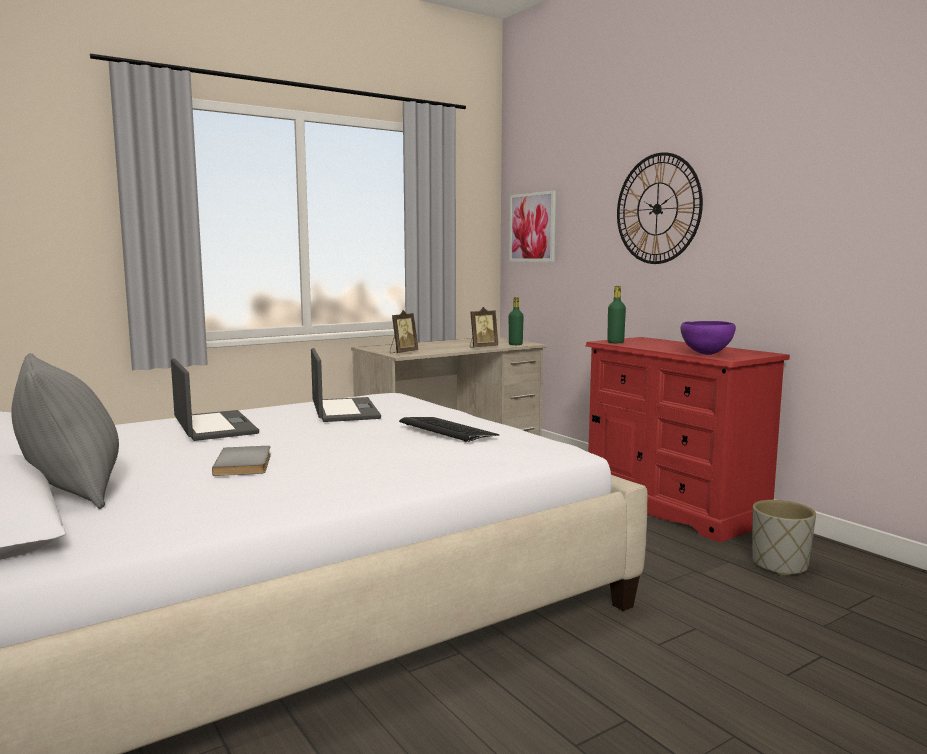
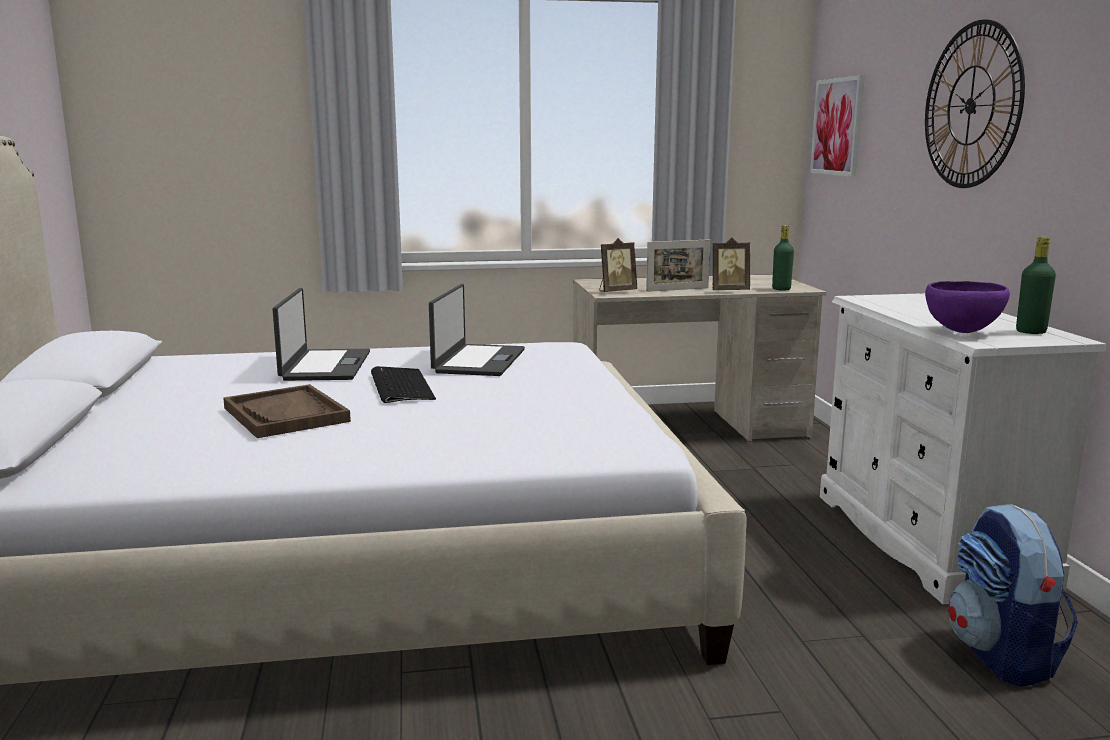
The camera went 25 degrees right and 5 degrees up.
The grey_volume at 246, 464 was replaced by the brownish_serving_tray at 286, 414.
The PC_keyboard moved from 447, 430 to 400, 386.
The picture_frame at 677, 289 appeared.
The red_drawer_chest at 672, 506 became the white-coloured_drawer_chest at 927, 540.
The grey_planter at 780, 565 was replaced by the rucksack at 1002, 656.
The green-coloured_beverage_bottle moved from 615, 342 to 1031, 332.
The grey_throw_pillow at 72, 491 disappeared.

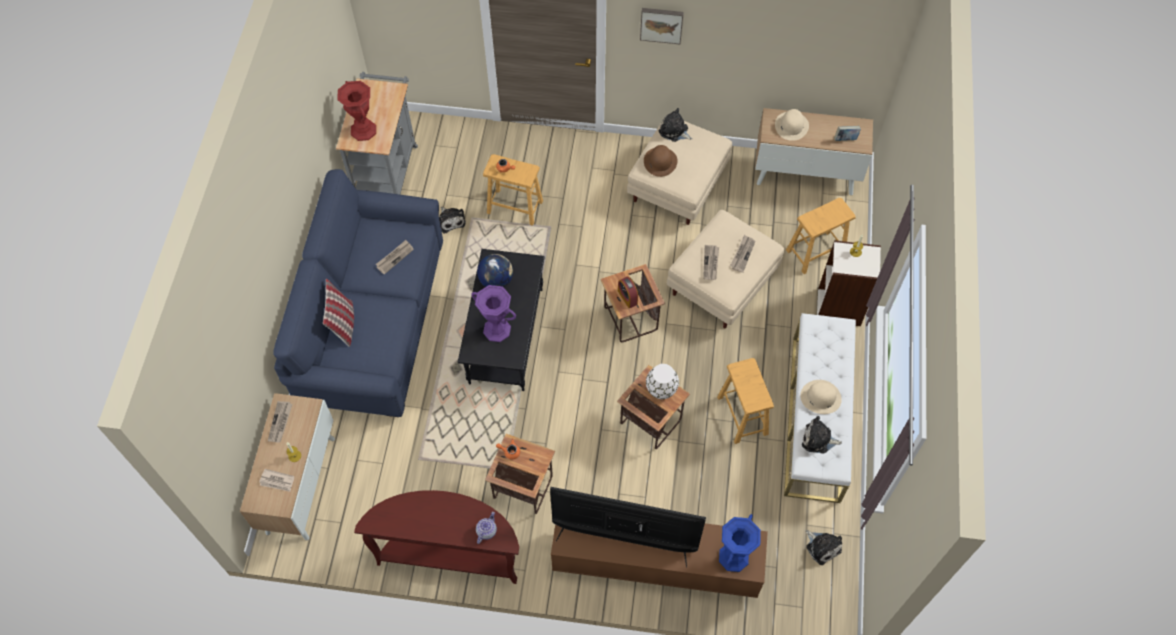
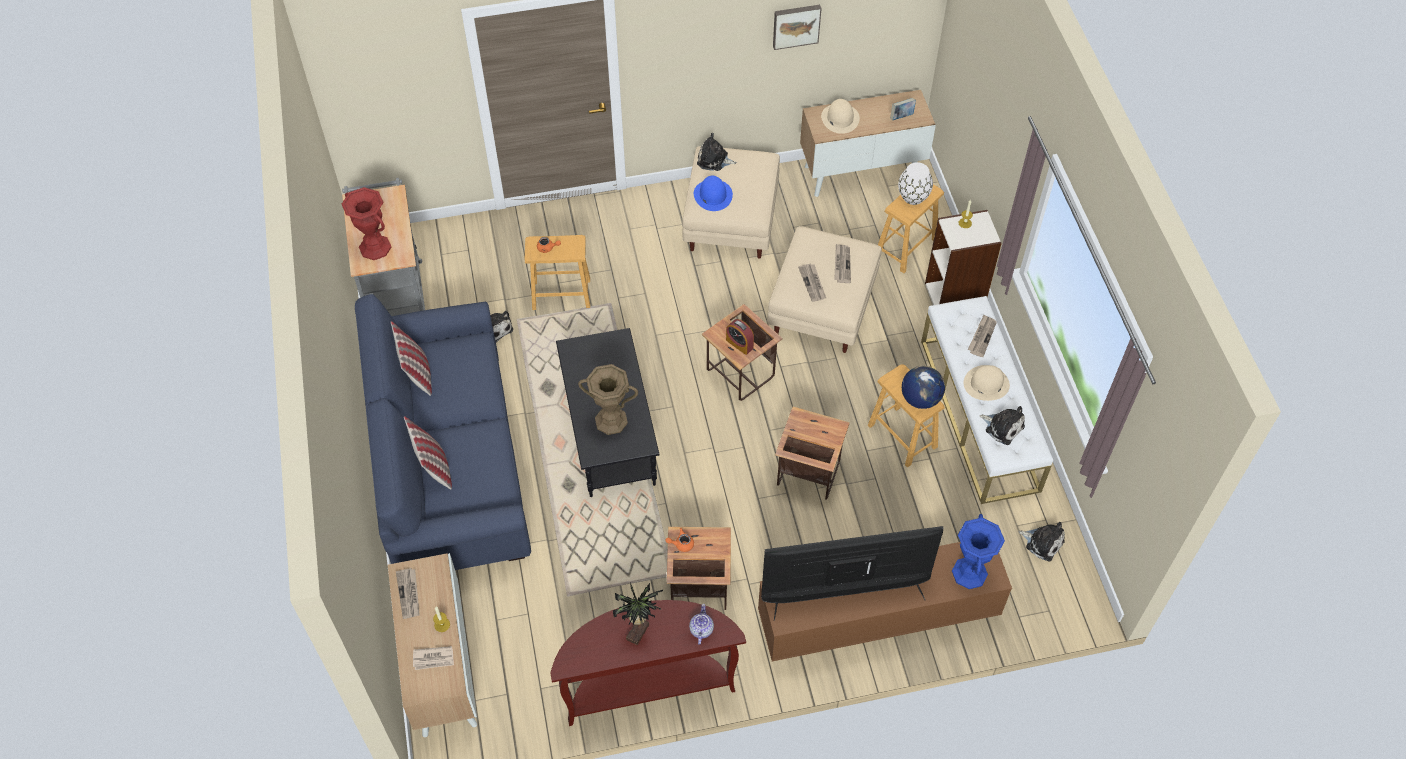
The camera went 20 degrees left and 5 degrees down.
The throw_pillow at 417, 373 appeared.
The purplish_flower_vase at 497, 330 became the brownish_flower_vase at 611, 420.
The potted_plant at 639, 632 appeared.
The brownish_hat at 660, 161 became the blue-coloured_hat at 712, 195.
The picture moved from 661, 24 to 796, 25.
The white-coloured_flower_vase moved from 661, 390 to 913, 197.
The world_globe moved from 496, 280 to 920, 398.
The daily_paper moved from 394, 257 to 982, 336.
The plush_toy at 818, 439 turned 135 degrees counterclockwise.

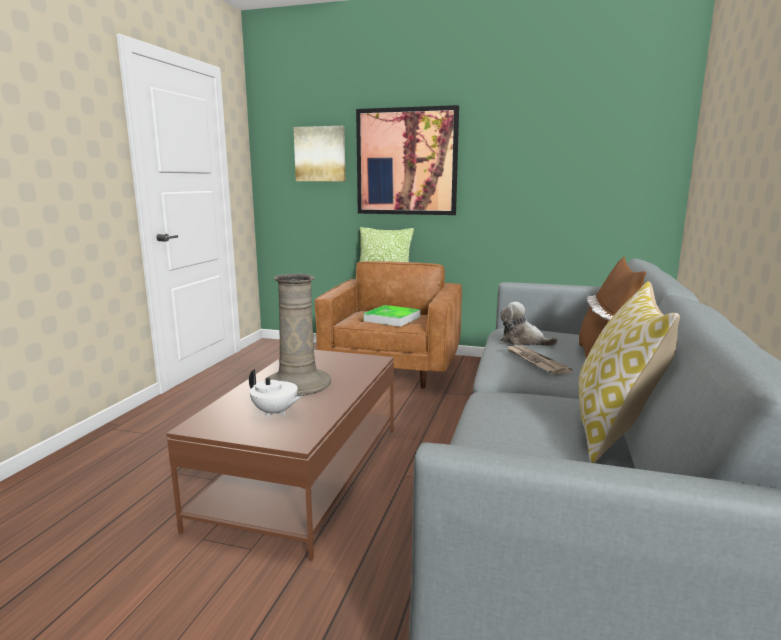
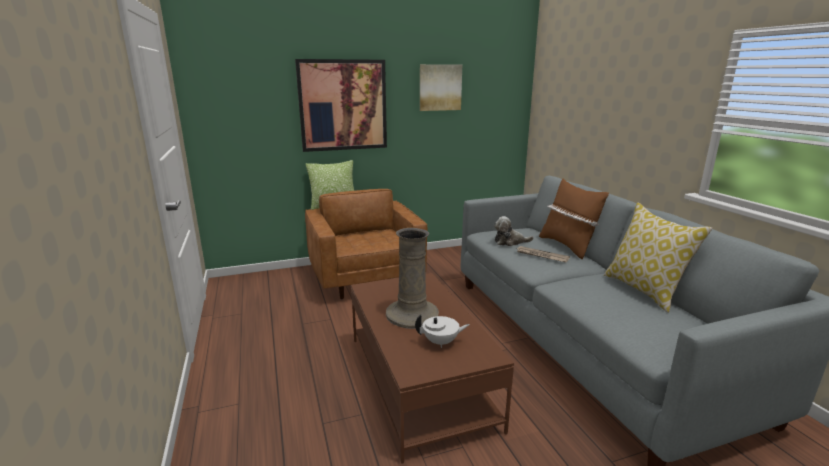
The camera went 35 degrees left and 5 degrees up.
The picture moved from 320, 154 to 440, 87.
The serving_tray at 392, 319 disappeared.

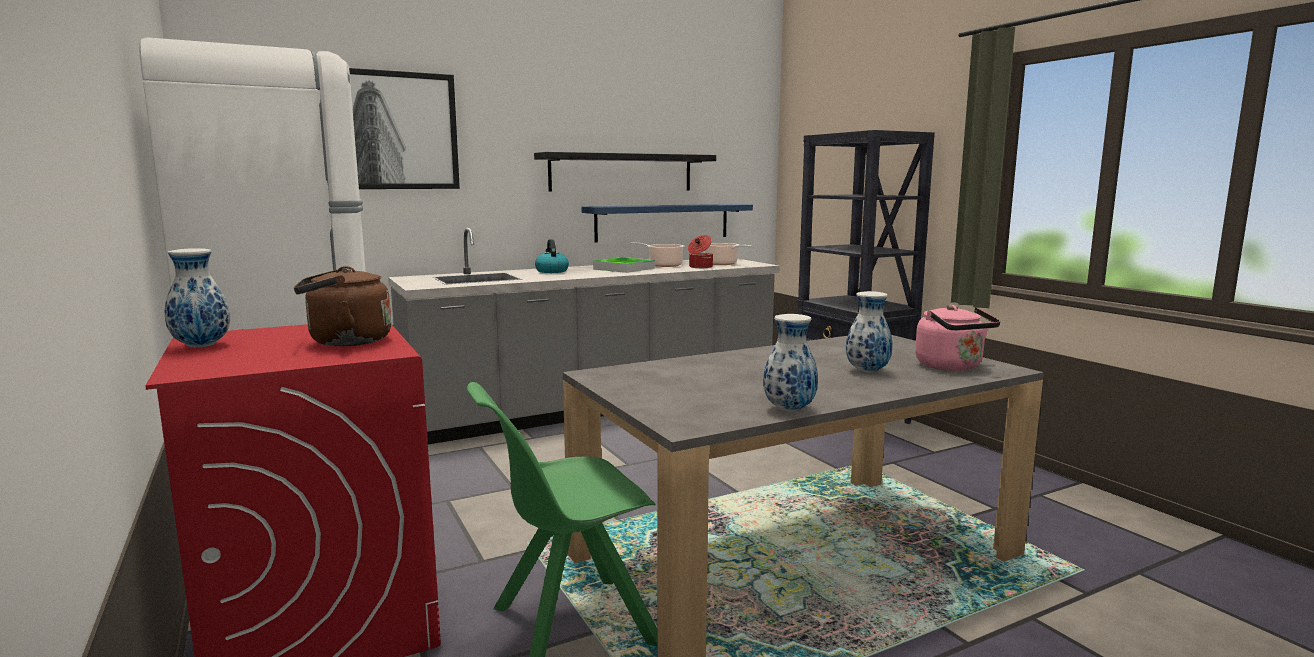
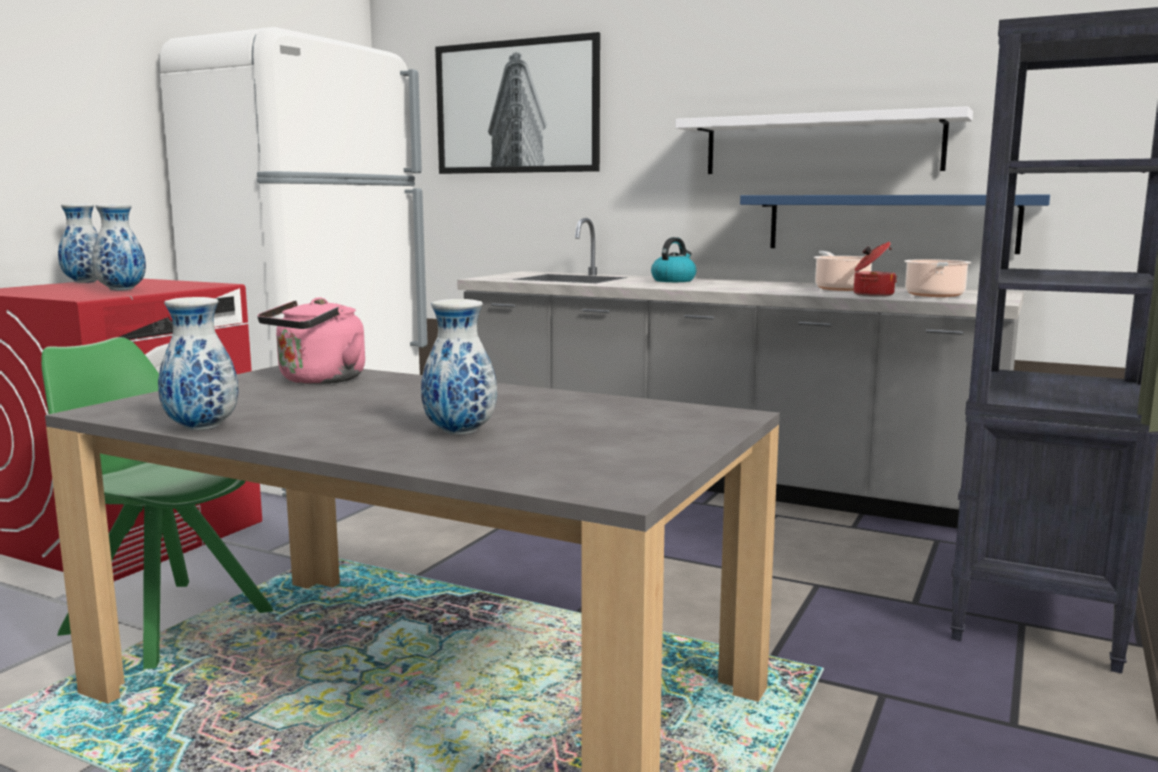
The camera went 55 degrees right and 0 degrees up.
The brownish_water_kettle at 345, 342 was replaced by the flower_vase at 121, 290.
The pink_water_kettle moved from 952, 367 to 318, 380.
The black_shelf at 622, 172 became the white-coloured_shelf at 821, 144.
The serving_tray at 624, 268 disappeared.

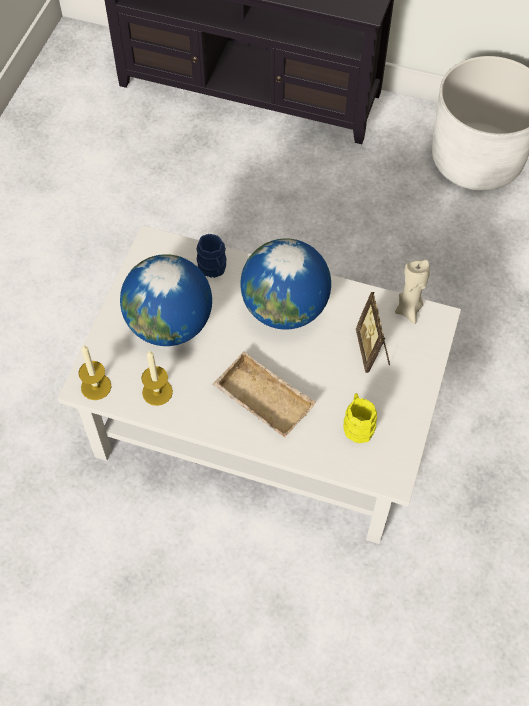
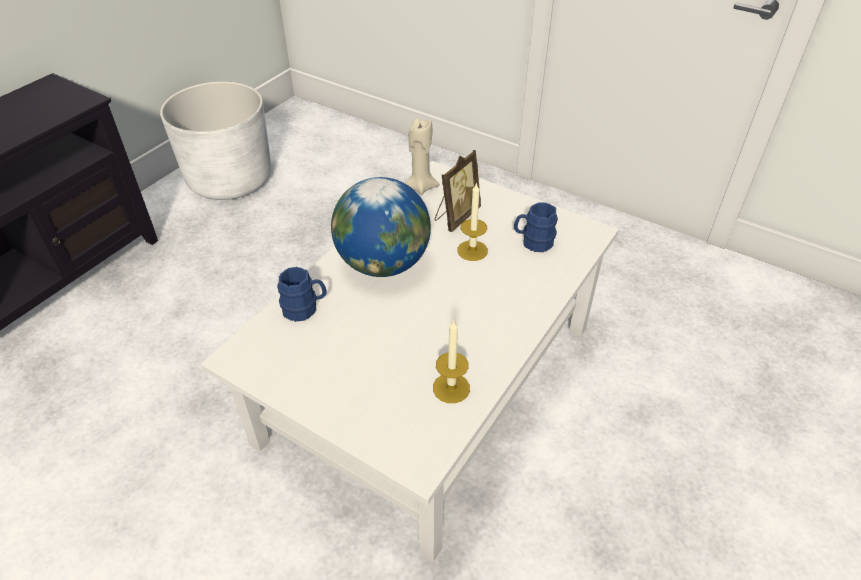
The camera went 75 degrees left and 15 degrees down.
The picture_frame at 372, 350 turned 60 degrees counterclockwise.
The wax_candle moved from 96, 386 to 472, 250.
The yellow_coffee_mug at 357, 425 became the blue-coloured_coffee_mug at 533, 242.
The world_globe at 169, 325 disappeared.
The beige-coloured_serving_tray at 261, 400 disappeared.

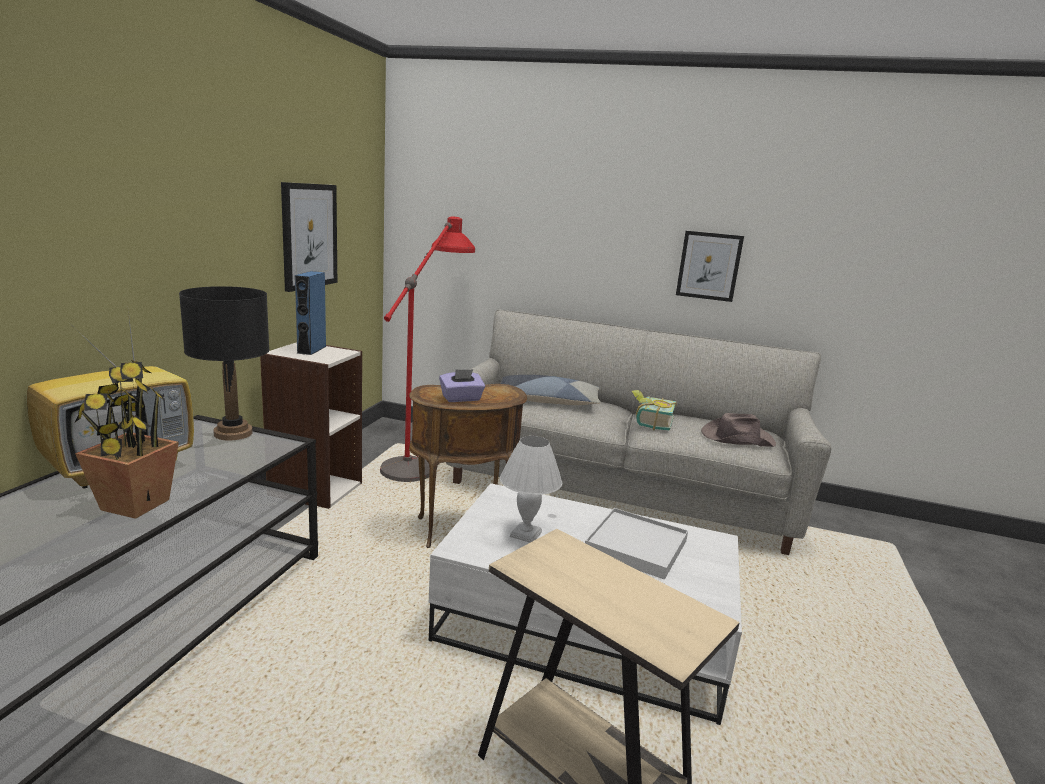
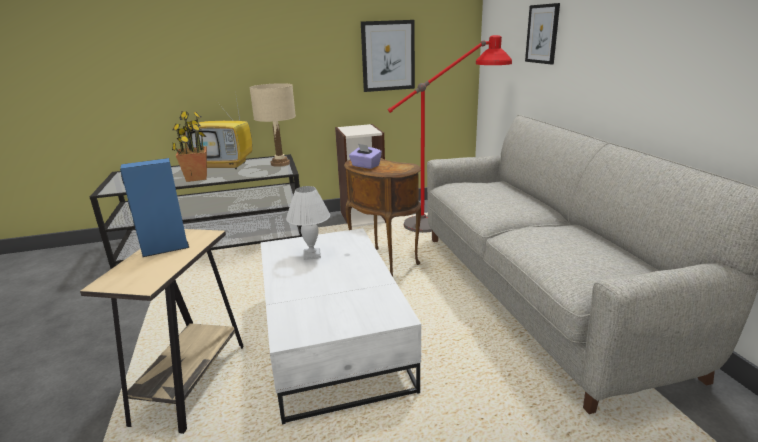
The camera went 60 degrees right and 5 degrees up.
The blue-coloured_speaker moved from 311, 350 to 165, 249.
The black_lamp_for_a_table at 233, 433 became the beige-coloured_lamp_for_a_table at 280, 163.
The picture moved from 709, 266 to 542, 34.
The throw_pillow at 547, 401 disappeared.
The white-coloured_serving_tray at 636, 546 disappeared.
The volume at 649, 422 disappeared.
The brownish_hat at 736, 438 disappeared.

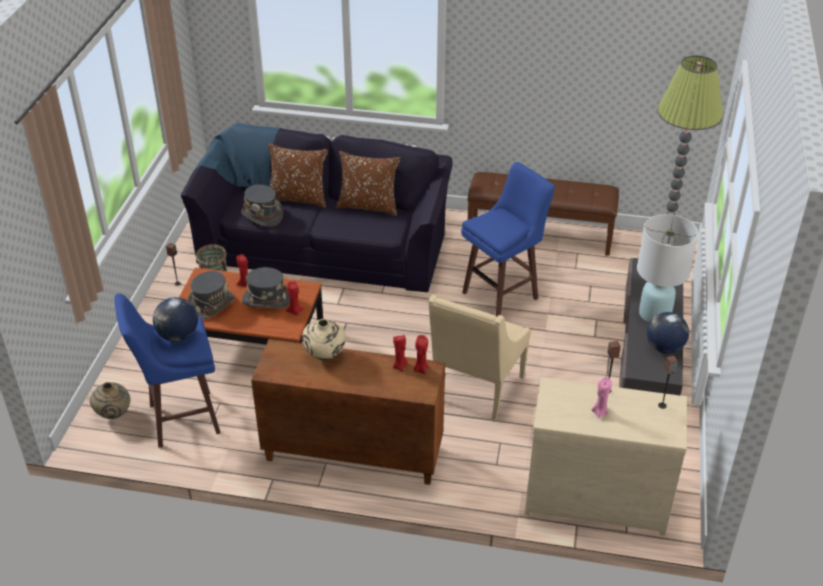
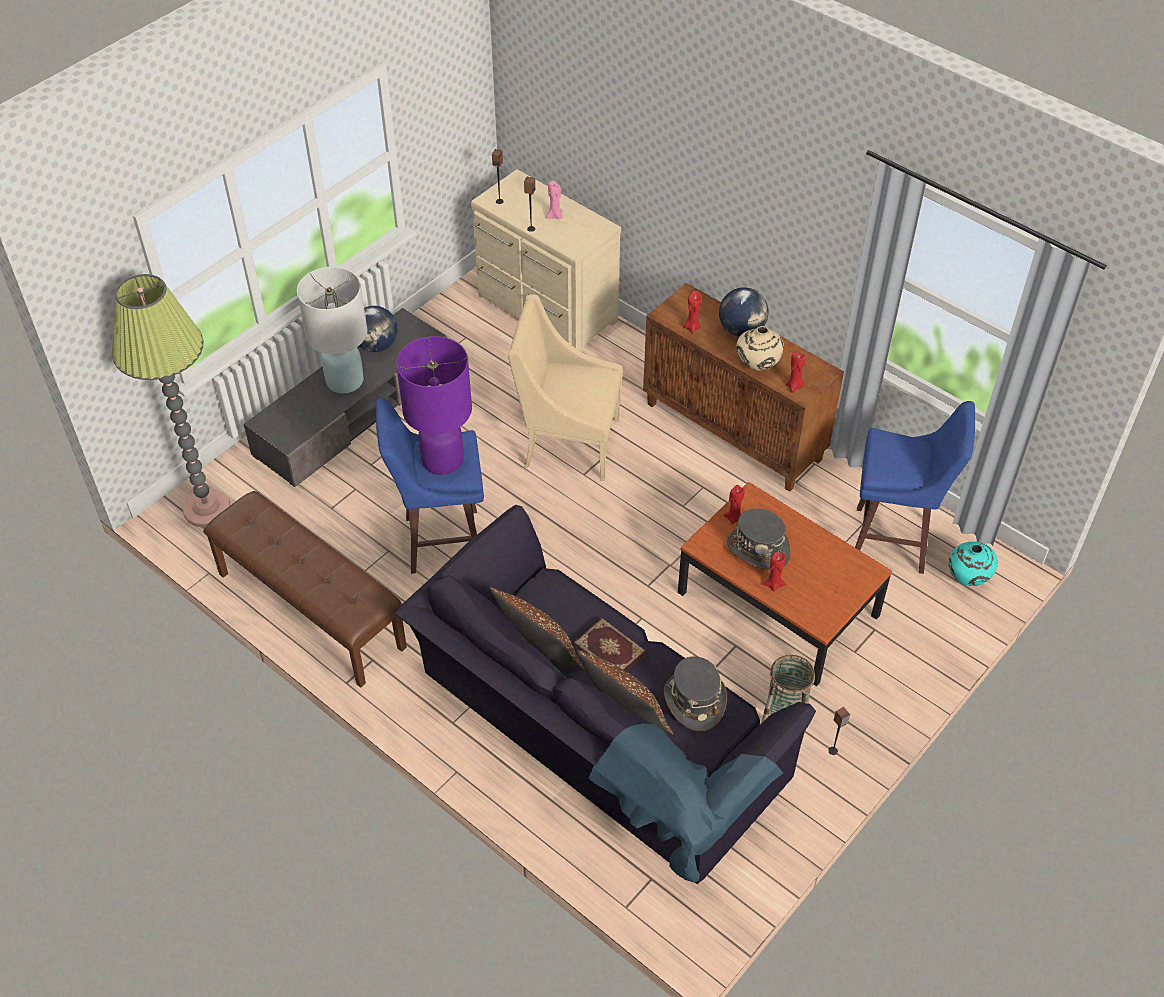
The camera went 150 degrees left and 10 degrees up.
The purplish_lamp_for_a_table at 443, 460 appeared.
The beige-coloured_easy_chair at 475, 390 turned 135 degrees counterclockwise.
The volume at 610, 649 appeared.
The world_globe moved from 178, 336 to 741, 330.
The red_wax_candle moved from 421, 369 to 794, 386.
The beige-coloured_flower_vase at 114, 414 became the turquoise-coloured_flower_vase at 967, 579.
The grey_hat at 211, 304 disappeared.

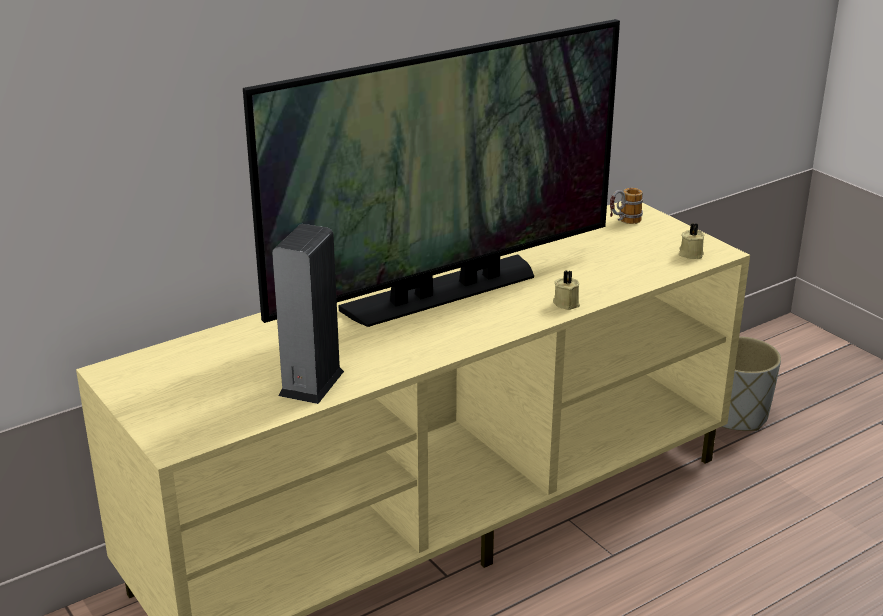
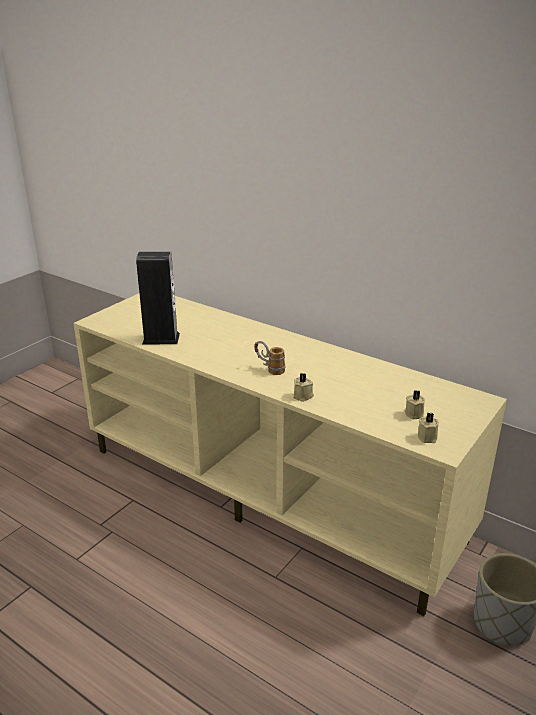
The camera went 70 degrees right and 0 degrees up.
The coffee_mug moved from 623, 222 to 269, 369.
The beige-coloured_wax_candle at 415, 413 appeared.
The TV_set at 442, 292 disappeared.

